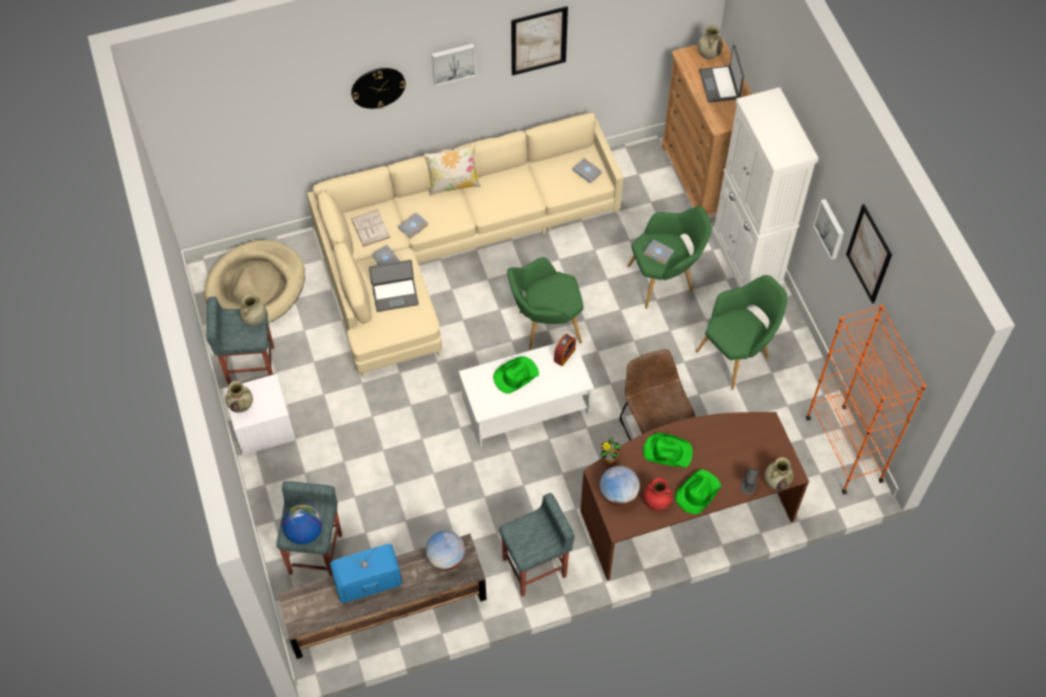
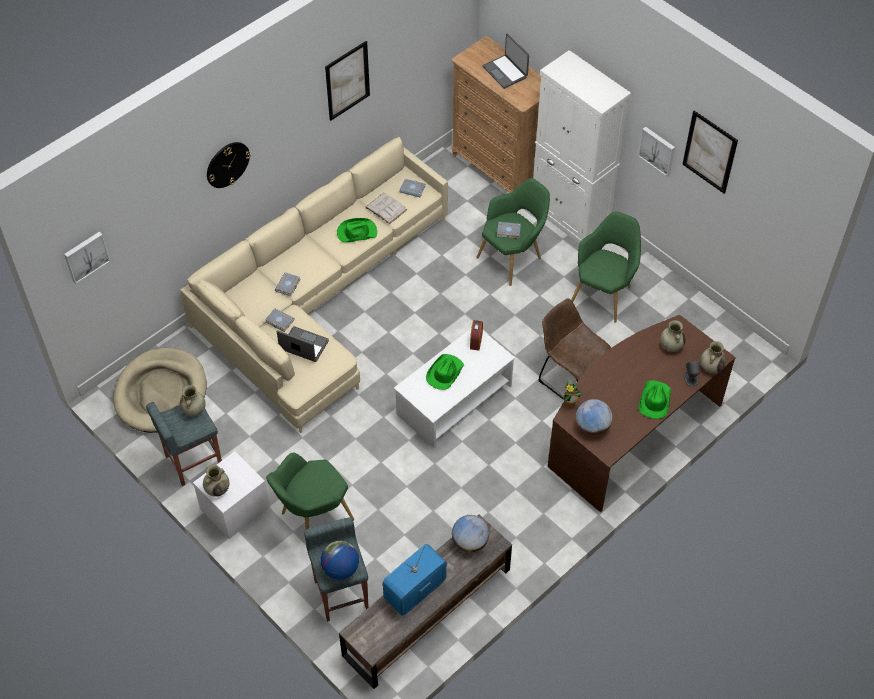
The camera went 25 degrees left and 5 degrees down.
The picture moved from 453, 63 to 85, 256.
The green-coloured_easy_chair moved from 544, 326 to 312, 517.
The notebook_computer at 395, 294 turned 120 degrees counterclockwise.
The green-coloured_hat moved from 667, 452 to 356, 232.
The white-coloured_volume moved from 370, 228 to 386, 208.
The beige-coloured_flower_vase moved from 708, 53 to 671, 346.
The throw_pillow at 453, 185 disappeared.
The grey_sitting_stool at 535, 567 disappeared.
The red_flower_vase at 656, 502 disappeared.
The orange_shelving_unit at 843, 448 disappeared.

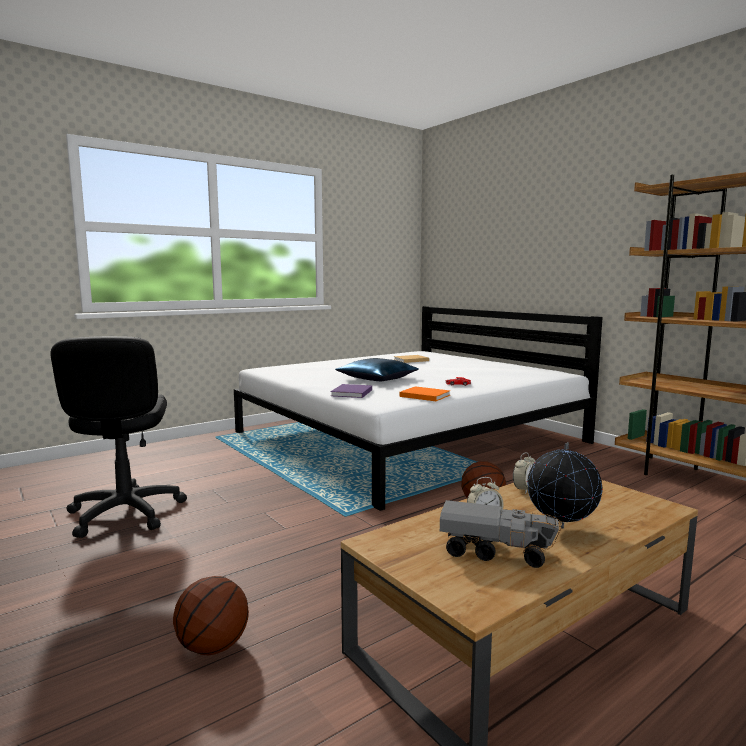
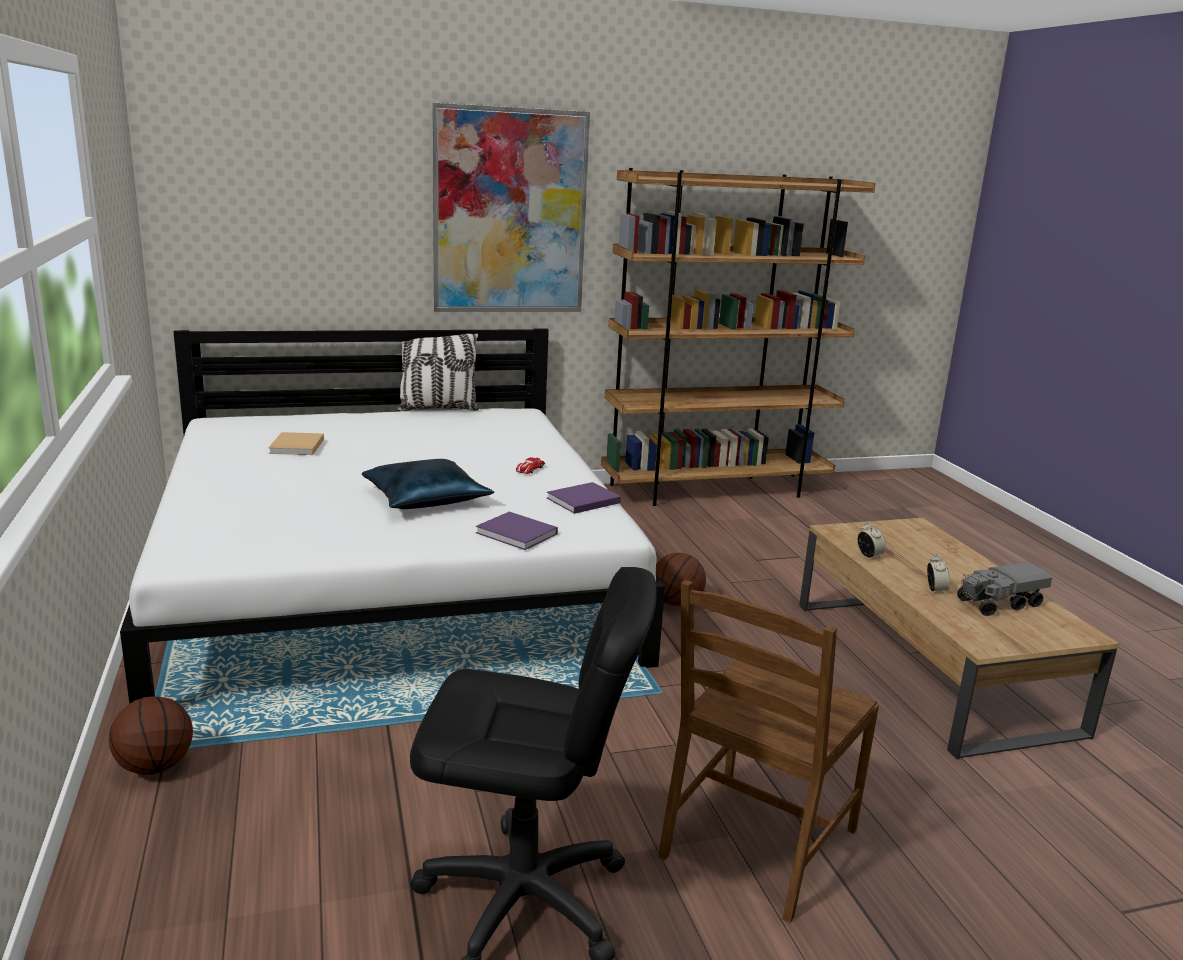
The camera went 70 degrees left and 10 degrees up.
The basketball moved from 212, 647 to 155, 767.
The throw_pillow at 438, 409 appeared.
The picture at 510, 212 appeared.
The orange_volume at 423, 395 became the purplish_volume at 581, 501.
The brownish_chair at 757, 843 appeared.
The toy_lorry at 495, 551 turned 150 degrees counterclockwise.
The world_globe at 561, 528 disappeared.

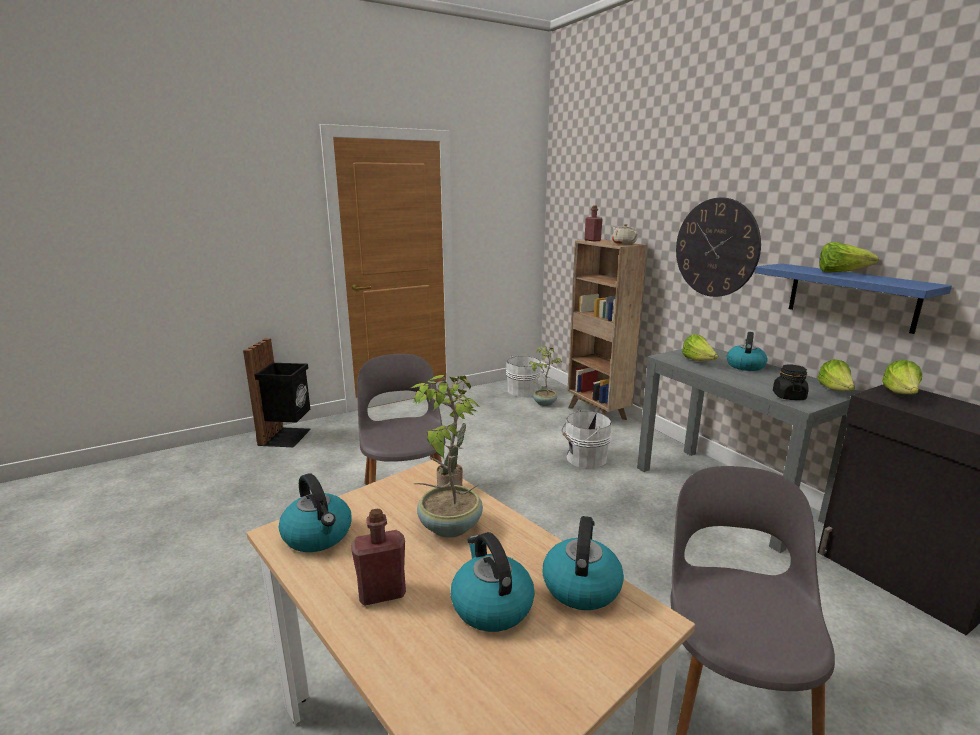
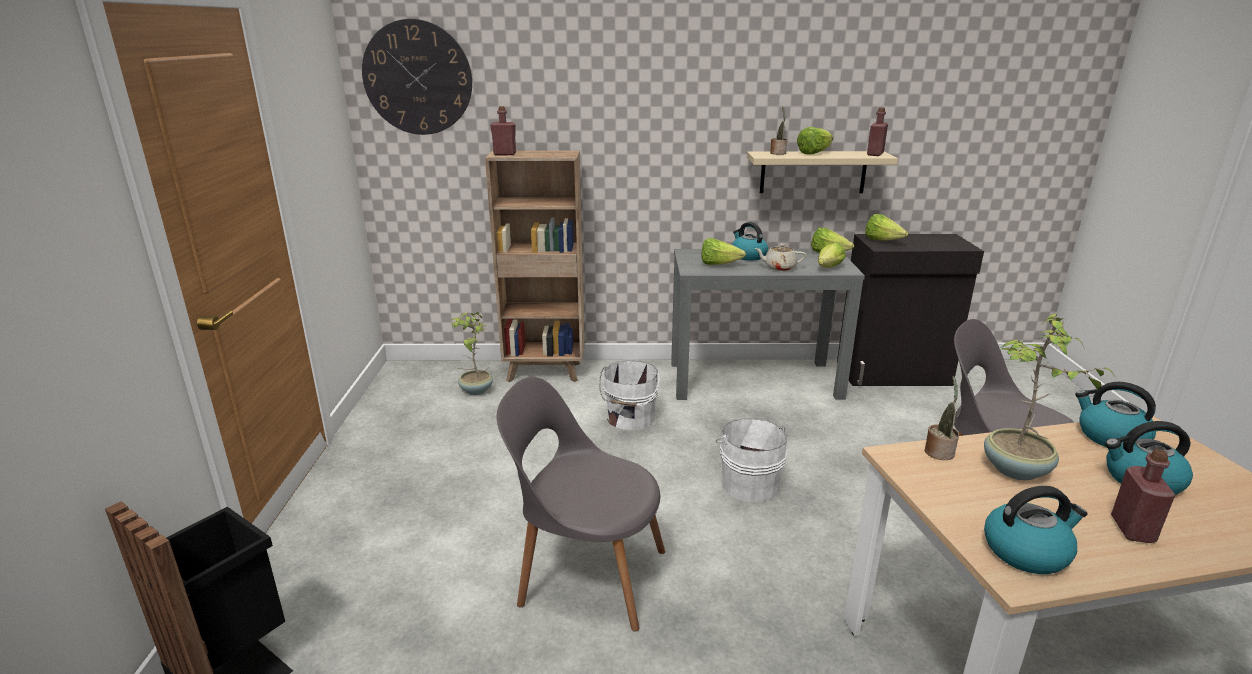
The camera went 60 degrees left and 5 degrees up.
The hanging_clock moved from 716, 248 to 417, 78.
The white-coloured_bucket moved from 524, 391 to 749, 483.
The blue-coloured_shelf at 851, 296 became the beige-coloured_shelf at 813, 172.
The beige-coloured_pot_for_tea moved from 623, 243 to 779, 268.
The potted_plant at 778, 153 appeared.
The black_preserve_jar at 788, 396 was replaced by the head_of_lettuce at 828, 268.
The red_beverage_bottle at 875, 154 appeared.

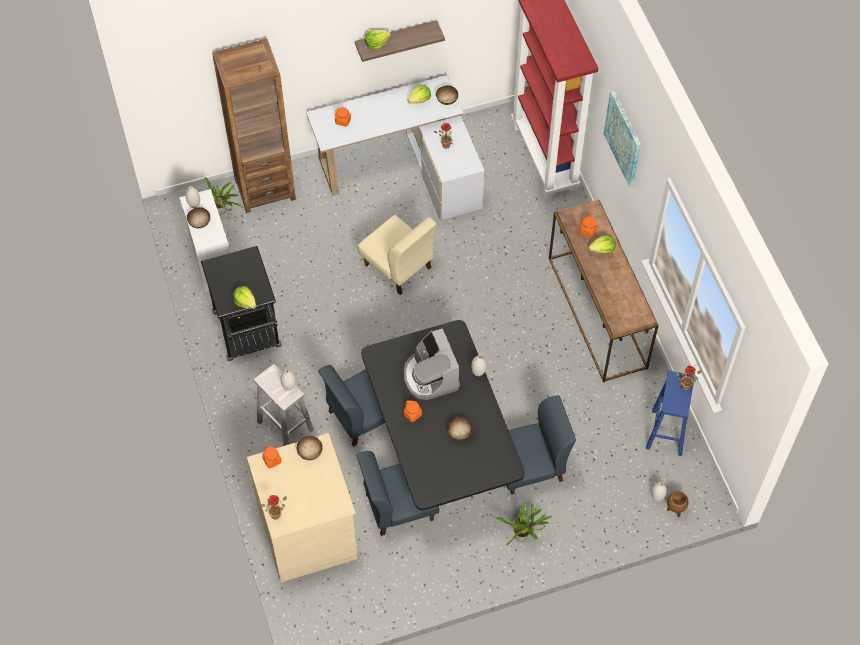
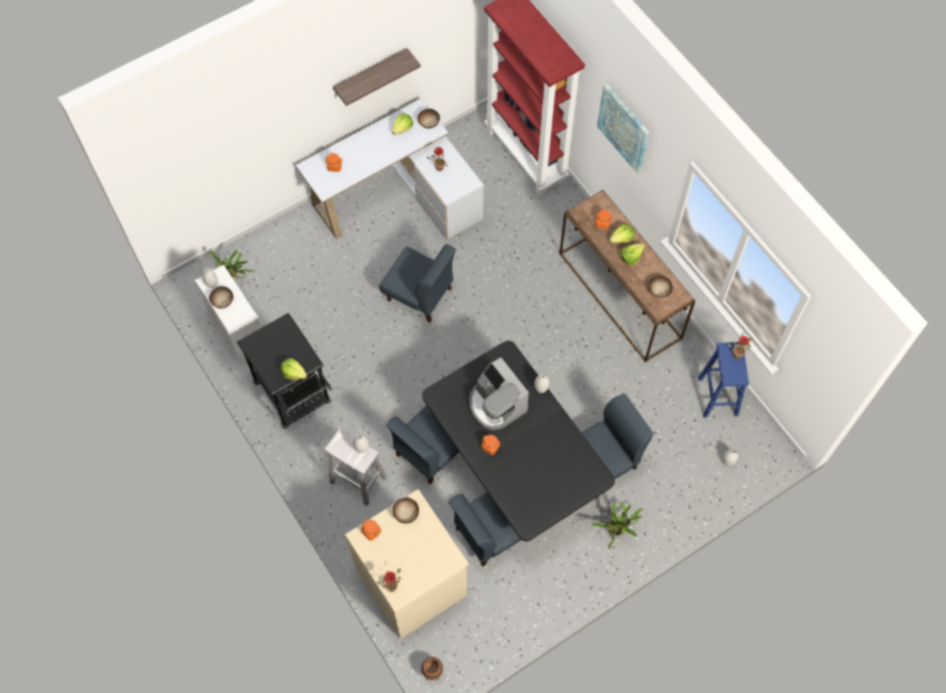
The camera went 15 degrees left and 5 degrees up.
The beige-coloured_chair at 398, 266 became the blue-coloured_chair at 420, 295.
The brownish_planter moved from 675, 510 to 433, 672.
The head_of_lettuce moved from 376, 43 to 631, 257.
The serving_bowl moved from 459, 433 to 658, 291.
The brownish_shelving_unit at 265, 189 disappeared.

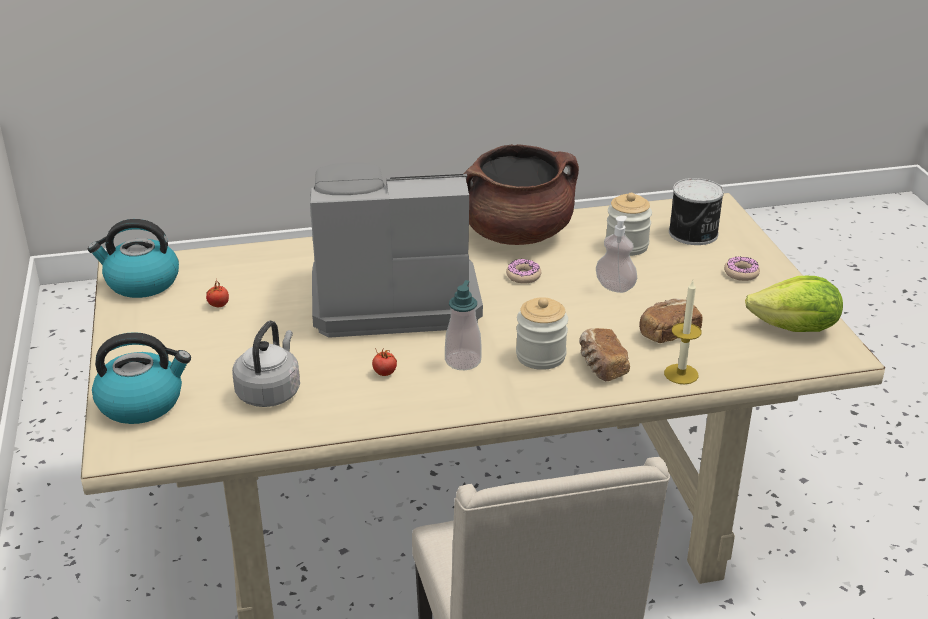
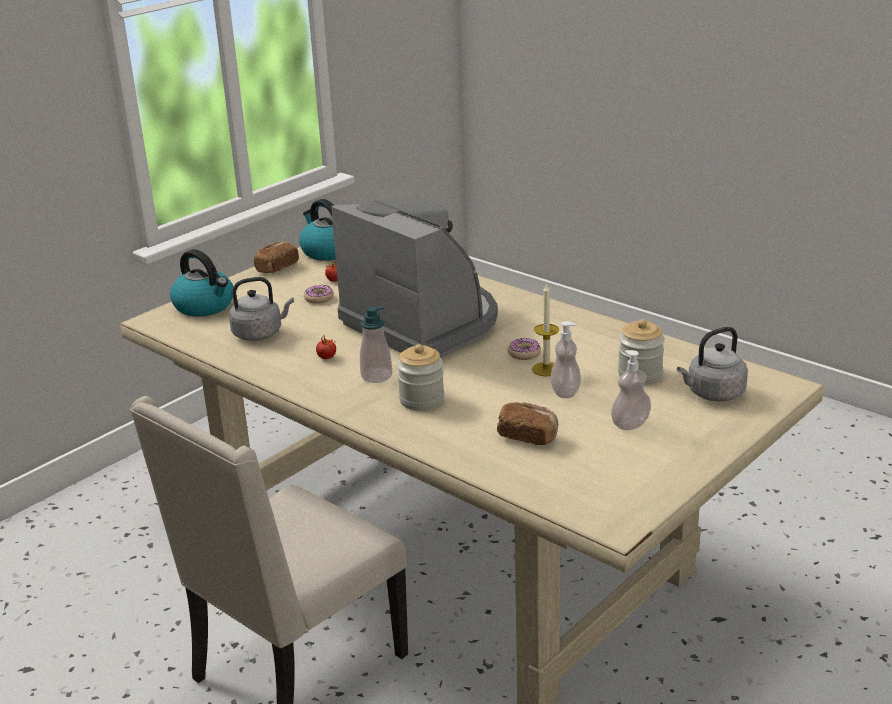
The camera went 55 degrees right and 5 degrees down.
The baked_bread moved from 601, 367 to 276, 268.
The ring_doughnut moved from 741, 273 to 319, 298.
The wax_candle moved from 681, 374 to 546, 369.
The soap_dispenser at 630, 424 appeared.
The metal_can at 694, 233 was replaced by the grey_water_kettle at 713, 394.
The brownish_stockpot at 517, 234 disappeared.
The head_of_lettuce at 795, 329 disappeared.

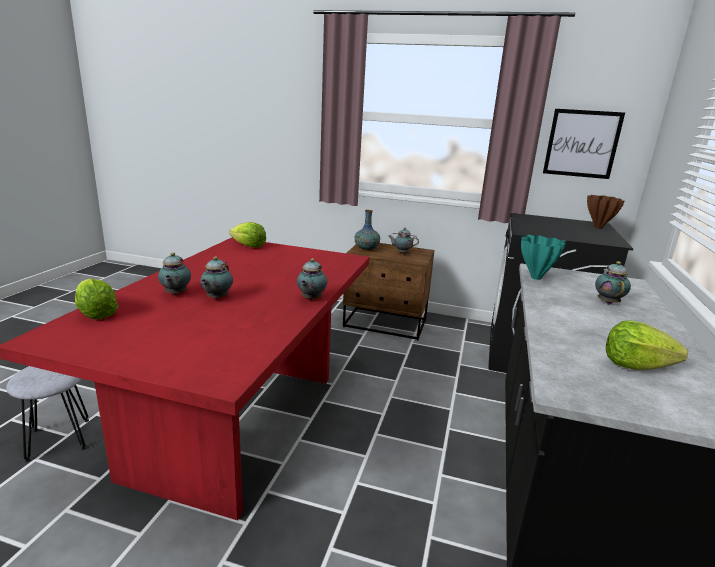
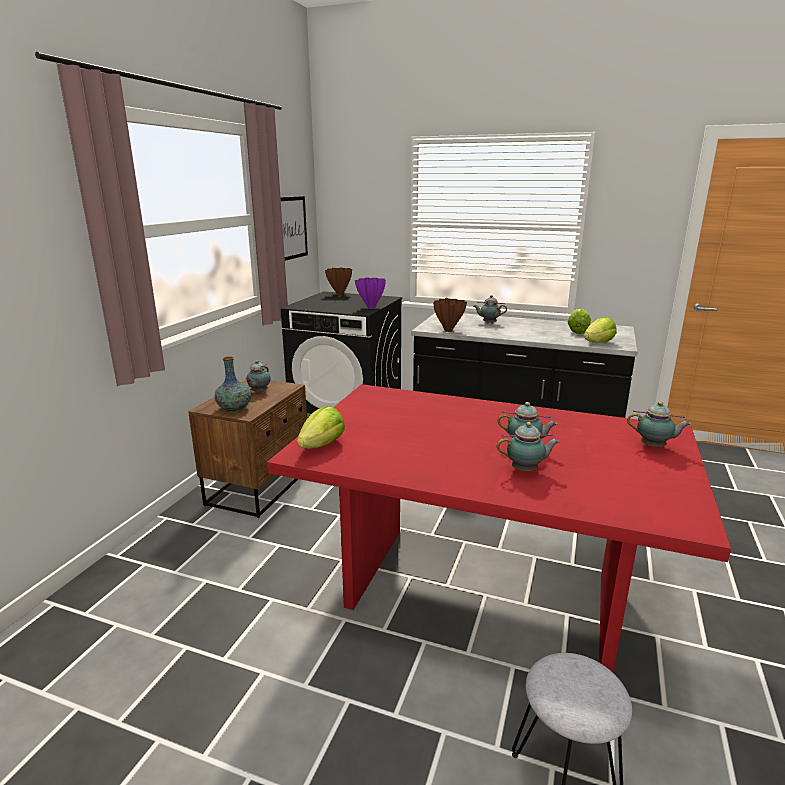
The camera went 85 degrees left and 0 degrees up.
The purplish_flower_vase at 371, 308 appeared.
The turquoise-coloured_flower_vase at 535, 278 became the brownish_flower_vase at 448, 331.
The head_of_lettuce moved from 96, 313 to 598, 343.
The pot_for_tea moved from 310, 299 to 654, 447.

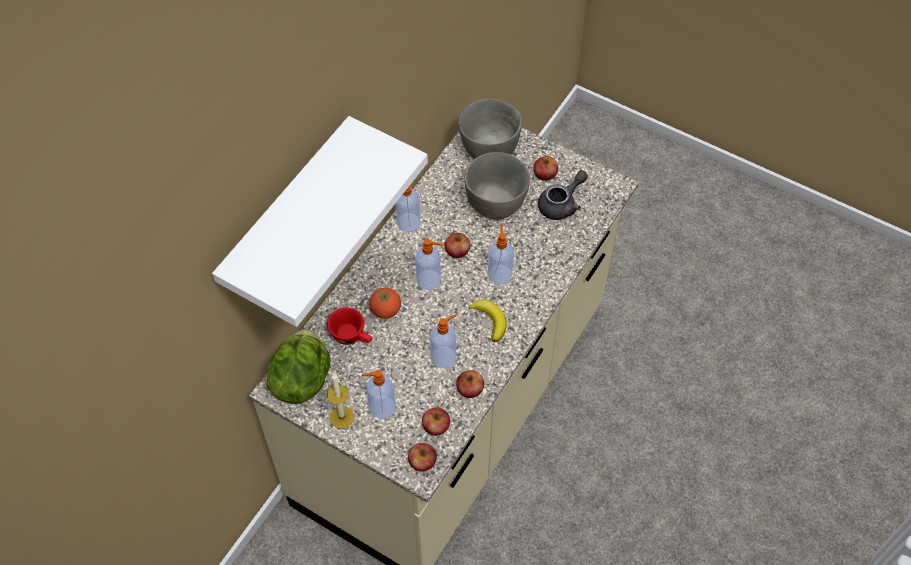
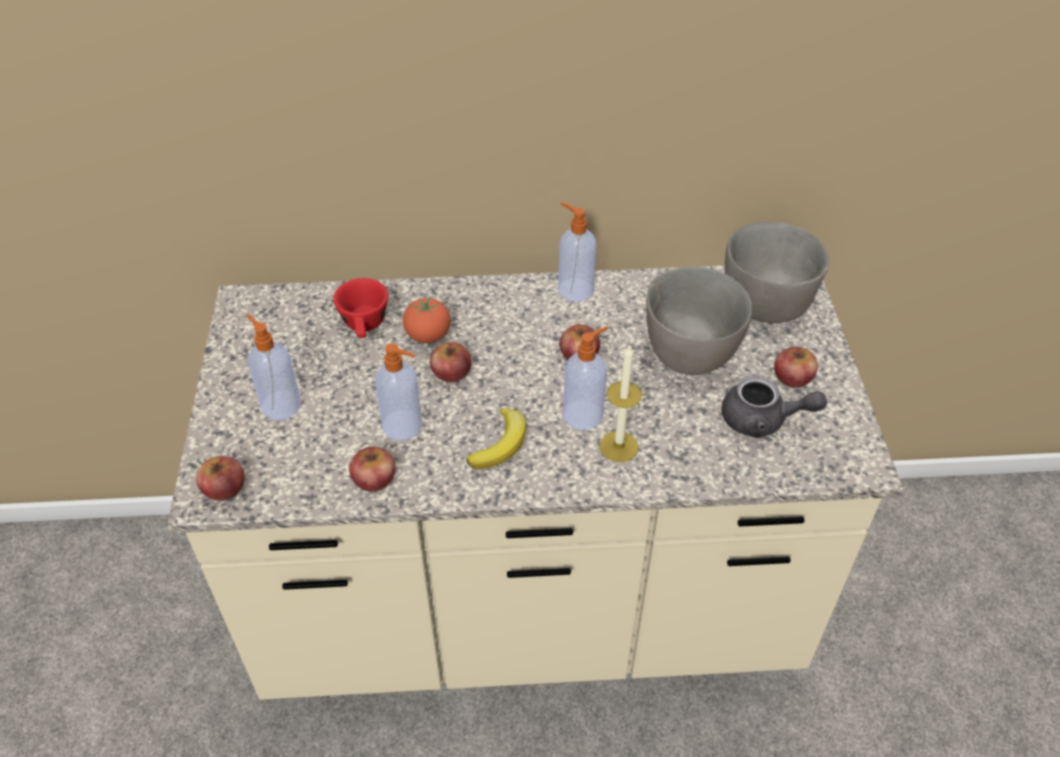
The camera went 55 degrees right and 10 degrees down.
The apple moved from 436, 426 to 451, 372.
The wax_candle moved from 342, 417 to 619, 446.
The white-coloured_shelf at 288, 216 disappeared.
The head_of_lettuce at 302, 379 disappeared.
The soap_dispenser at 429, 280 disappeared.

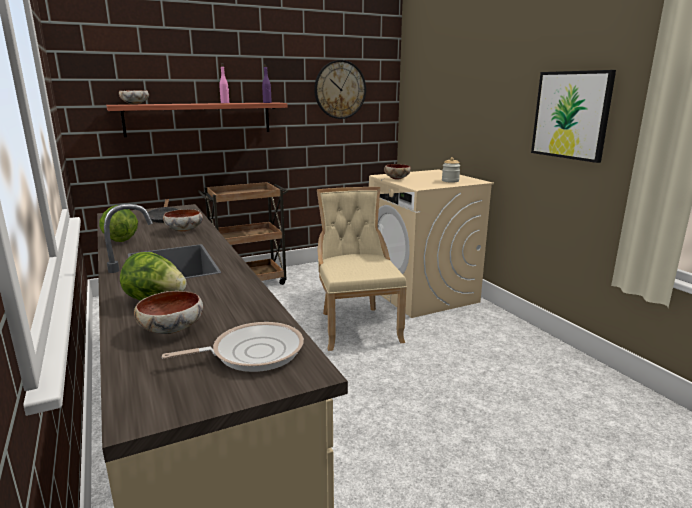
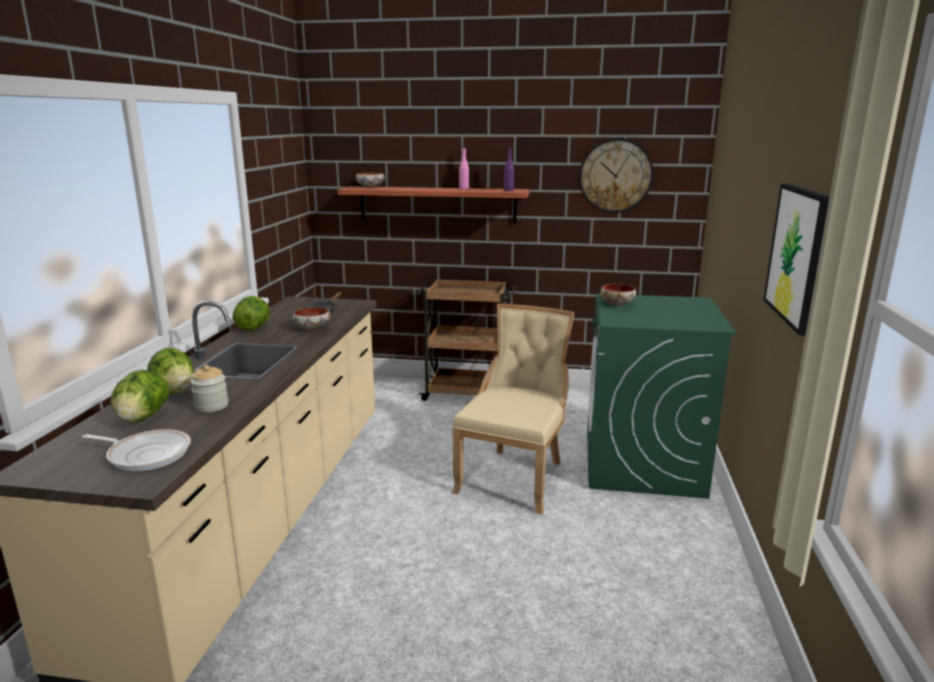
The camera went 35 degrees right and 0 degrees up.
The serving_bowl at 173, 329 was replaced by the head_of_lettuce at 142, 418.
The preserve_jar moved from 450, 181 to 211, 406.
The beige-coloured_washing_machine at 422, 294 became the green-coloured_washing_machine at 643, 463.

